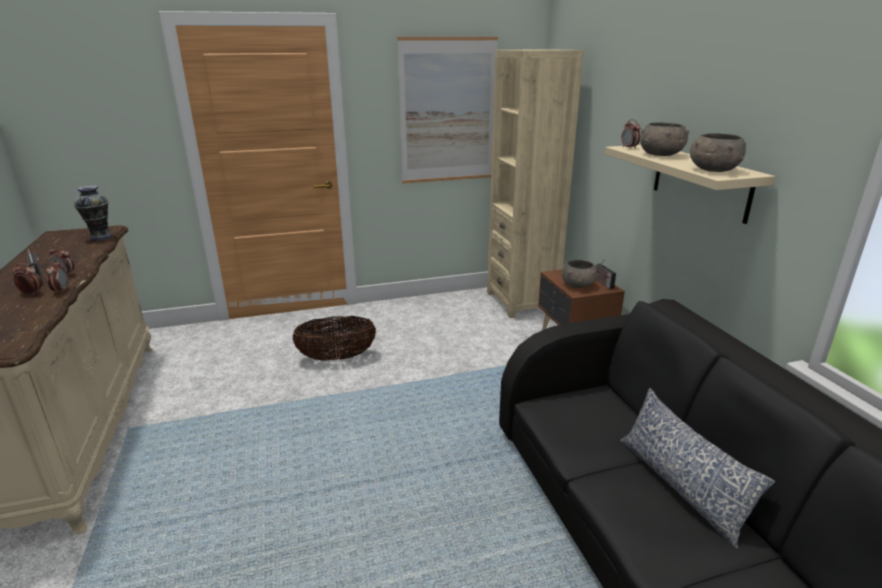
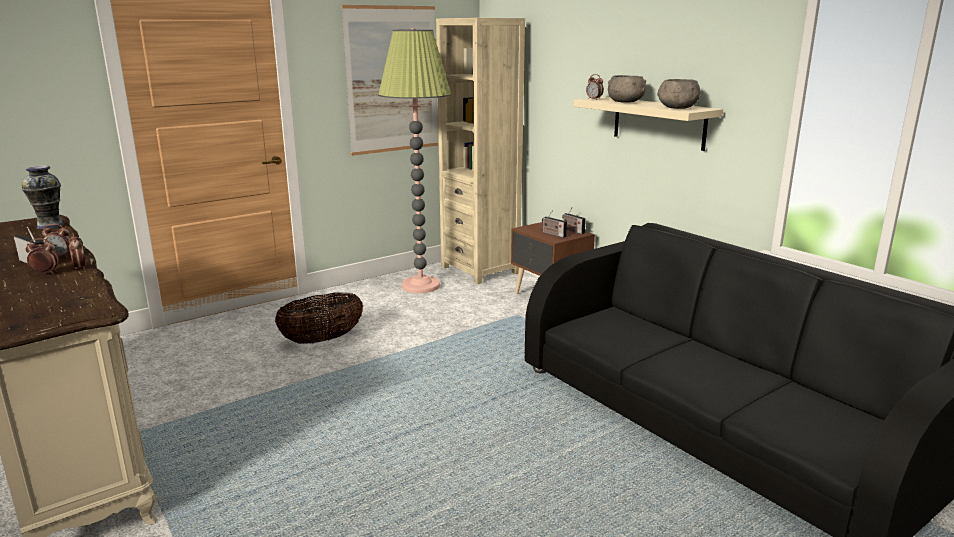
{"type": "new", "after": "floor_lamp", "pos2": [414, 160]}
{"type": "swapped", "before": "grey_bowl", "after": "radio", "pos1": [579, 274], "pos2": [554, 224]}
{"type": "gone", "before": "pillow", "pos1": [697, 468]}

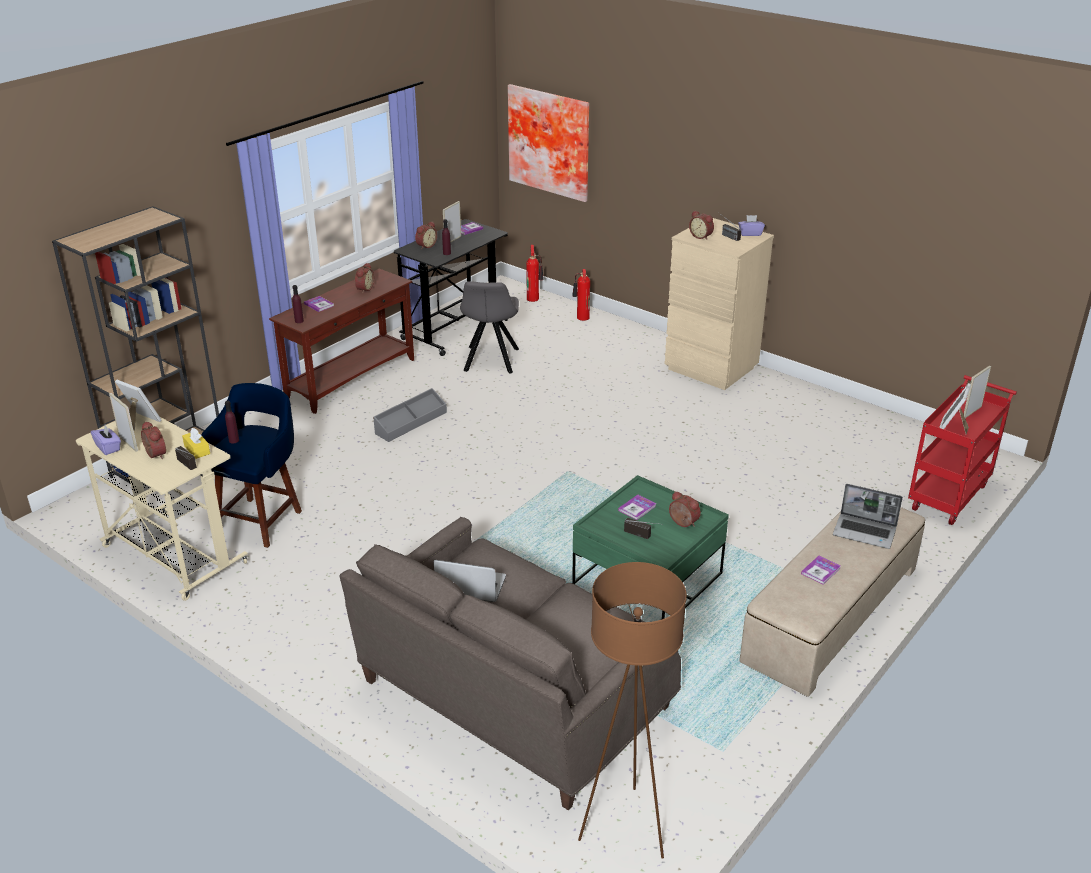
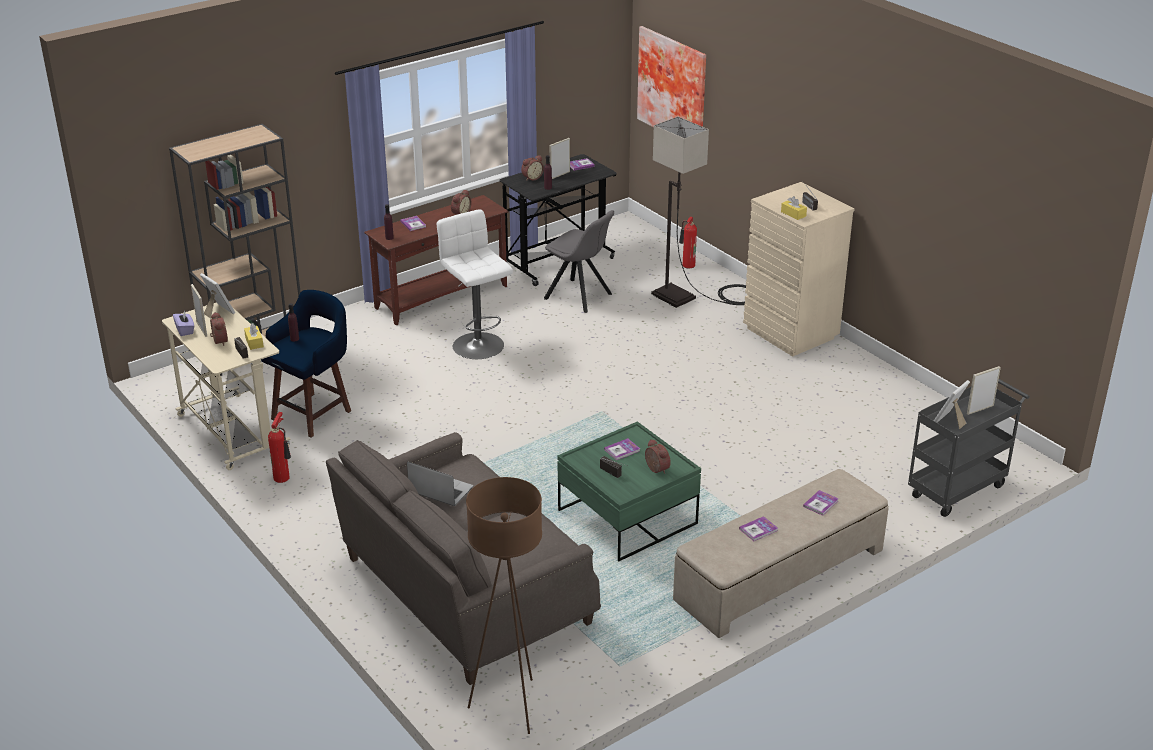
{"type": "shifted", "before": "fire_extinguisher", "pos1": [535, 273], "pos2": [279, 447]}
{"type": "swapped", "before": "grey_storage_box", "after": "white_stool", "pos1": [410, 415], "pos2": [475, 284]}
{"type": "rotated", "before": "grey_chair", "pos1": [489, 327], "pos2": [579, 261], "turn": -75}
{"type": "new", "after": "floor_lamp", "pos2": [698, 212]}
{"type": "new", "after": "yellow_tissue_box", "pos2": [794, 208]}
{"type": "swapped", "before": "laptop", "after": "book", "pos1": [868, 516], "pos2": [821, 503]}
{"type": "repainted", "before": "red_cart", "after": "grey_cart", "pos1": [962, 450], "pos2": [969, 448]}
{"type": "gone", "before": "alarm_clock", "pos1": [701, 225]}
{"type": "gone", "before": "purple_tissue_box", "pos1": [751, 225]}

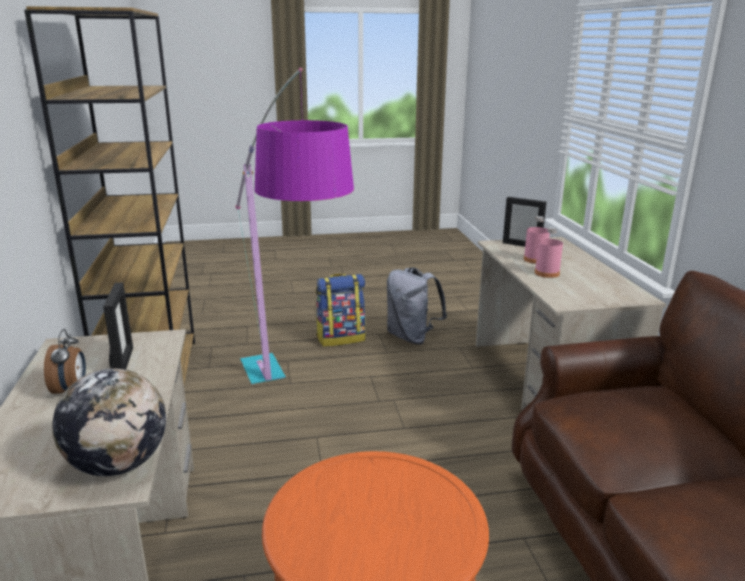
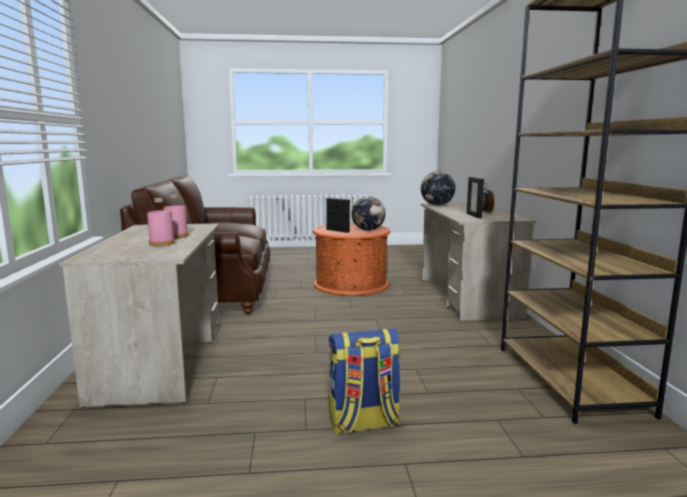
{"type": "shifted", "before": "picture_frame", "pos1": [525, 222], "pos2": [338, 215]}
{"type": "new", "after": "globe", "pos2": [368, 214]}
{"type": "gone", "before": "floor_lamp", "pos1": [294, 226]}
{"type": "gone", "before": "grey_backpack", "pos1": [417, 306]}

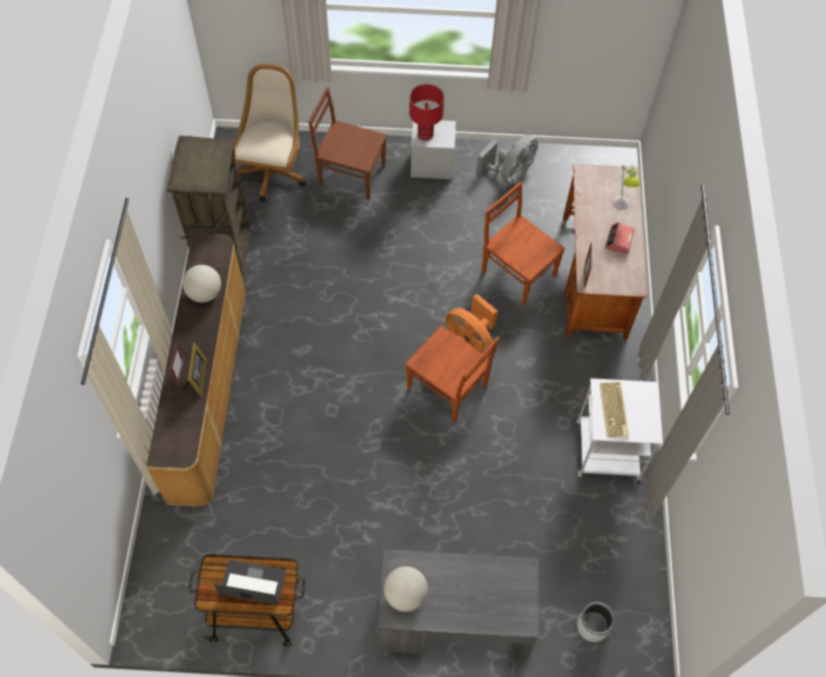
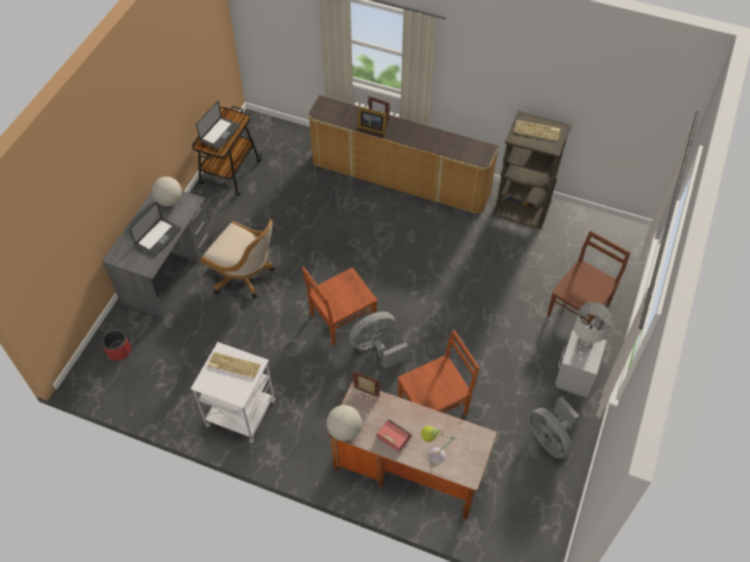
{"type": "repainted", "before": "grey_planter", "after": "red_planter", "pos1": [596, 622], "pos2": [116, 344]}
{"type": "new", "after": "laptop", "pos2": [155, 229]}
{"type": "shifted", "before": "office_chair", "pos1": [269, 132], "pos2": [237, 258]}
{"type": "shifted", "before": "globe", "pos1": [202, 284], "pos2": [344, 423]}
{"type": "repainted", "before": "orange_fan", "after": "grey_fan", "pos1": [471, 323], "pos2": [378, 340]}
{"type": "new", "after": "keyboard", "pos2": [537, 130]}
{"type": "repainted", "before": "red_table_lamp", "after": "white_table_lamp", "pos1": [426, 112], "pos2": [593, 326]}

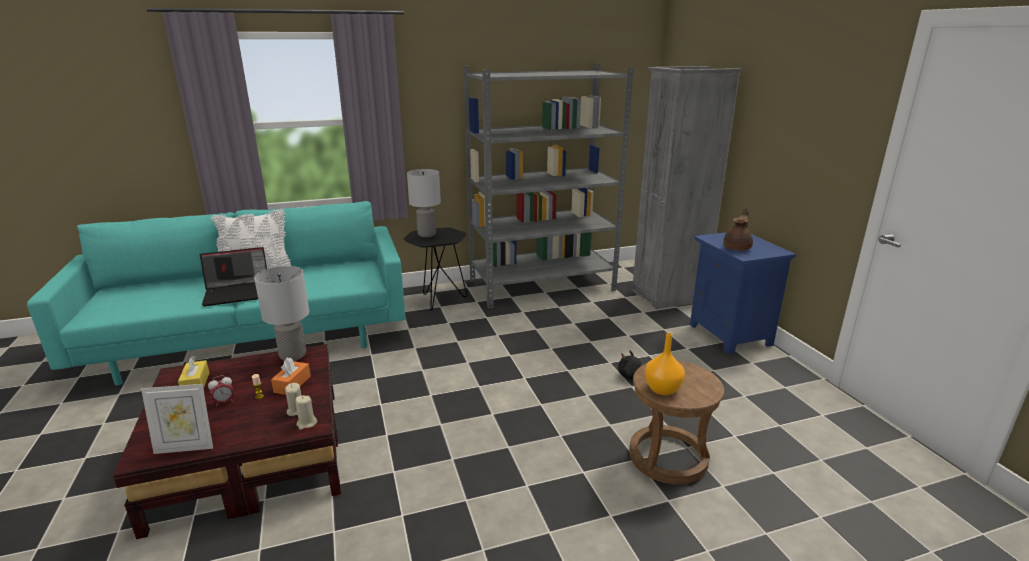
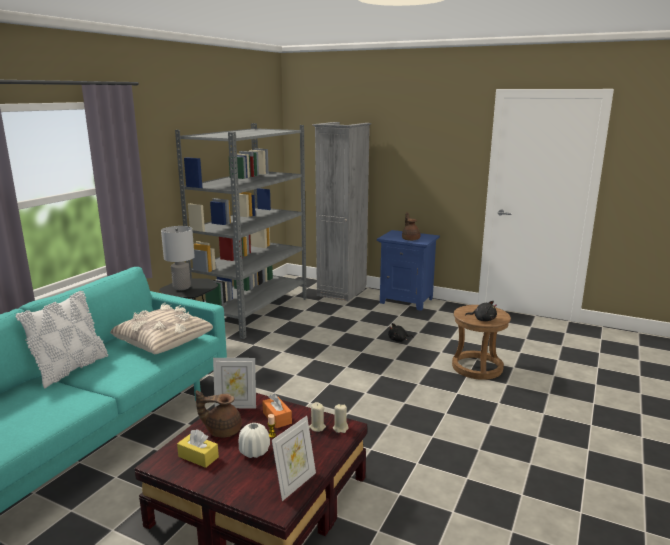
{"type": "new", "after": "beige_pillow", "pos2": [161, 328]}
{"type": "new", "after": "brown_teapot", "pos2": [218, 413]}
{"type": "swapped", "before": "grey_table_lamp", "after": "picture_frame", "pos1": [281, 313], "pos2": [234, 383]}
{"type": "swapped", "before": "alarm_clock", "after": "white_vase", "pos1": [221, 391], "pos2": [254, 440]}
{"type": "swapped", "before": "orange_vase", "after": "black_plush_toy", "pos1": [665, 364], "pos2": [481, 311]}
{"type": "gone", "before": "laptop", "pos1": [233, 276]}

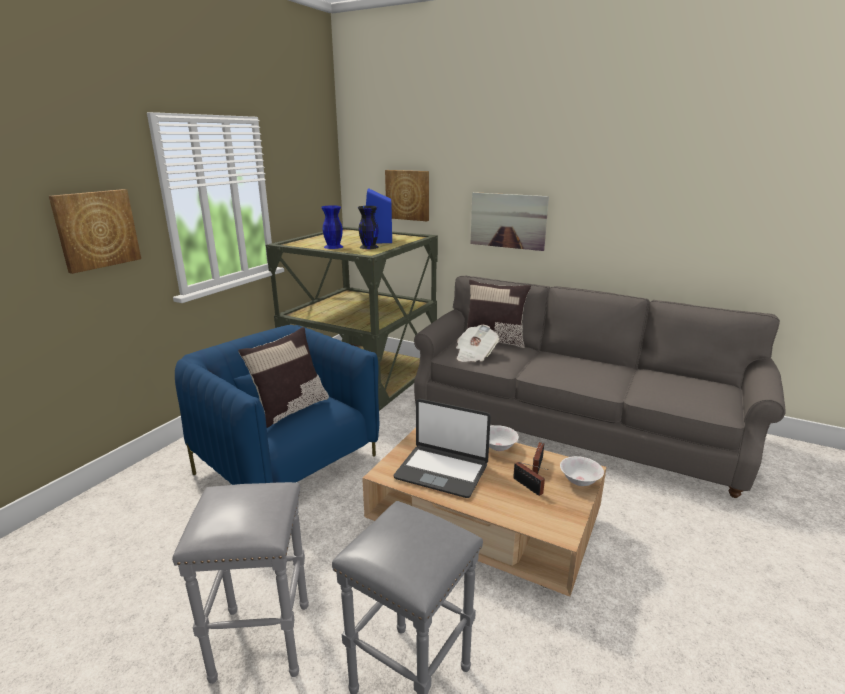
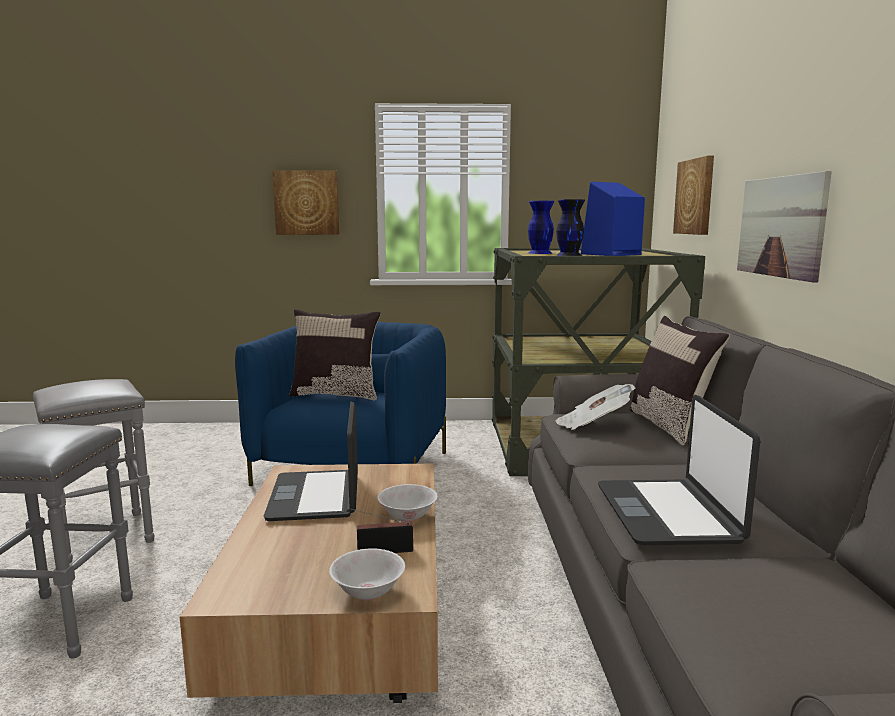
{"type": "new", "after": "laptop", "pos2": [679, 470]}
{"type": "gone", "before": "radio", "pos1": [531, 479]}

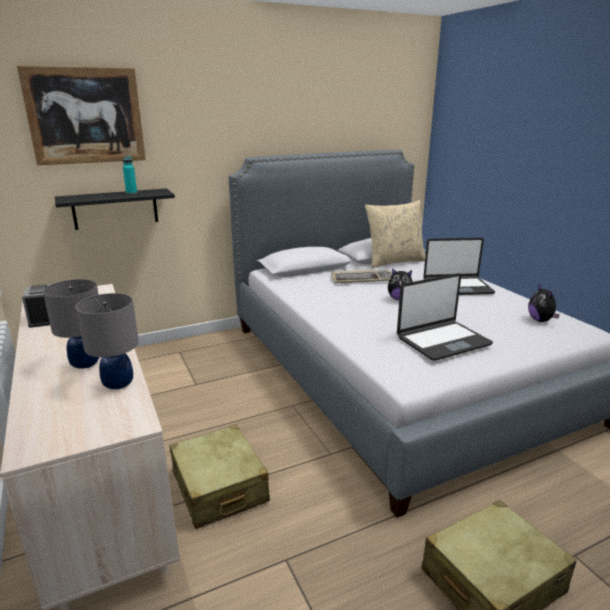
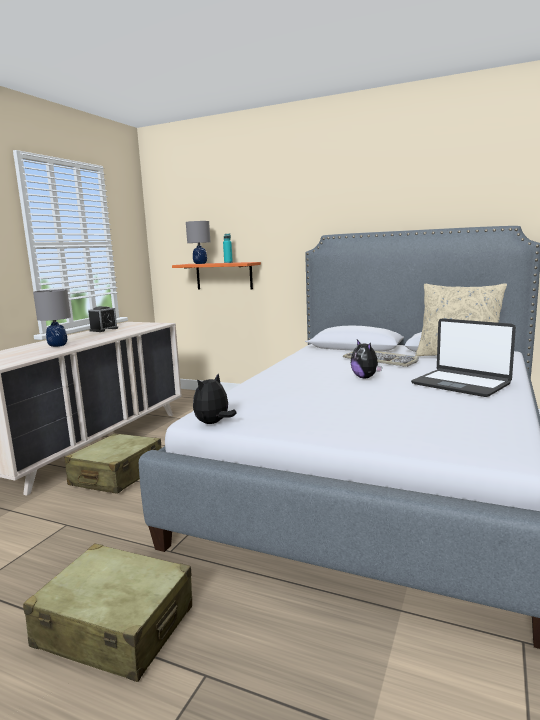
{"type": "repainted", "before": "black_shelf", "after": "orange_shelf", "pos1": [115, 209], "pos2": [216, 276]}
{"type": "shifted", "before": "grey_table_lamp", "pos1": [107, 341], "pos2": [198, 242]}
{"type": "shifted", "before": "plush_toy", "pos1": [544, 303], "pos2": [215, 399]}
{"type": "gone", "before": "picture", "pos1": [81, 115]}
{"type": "gone", "before": "laptop", "pos1": [445, 317]}

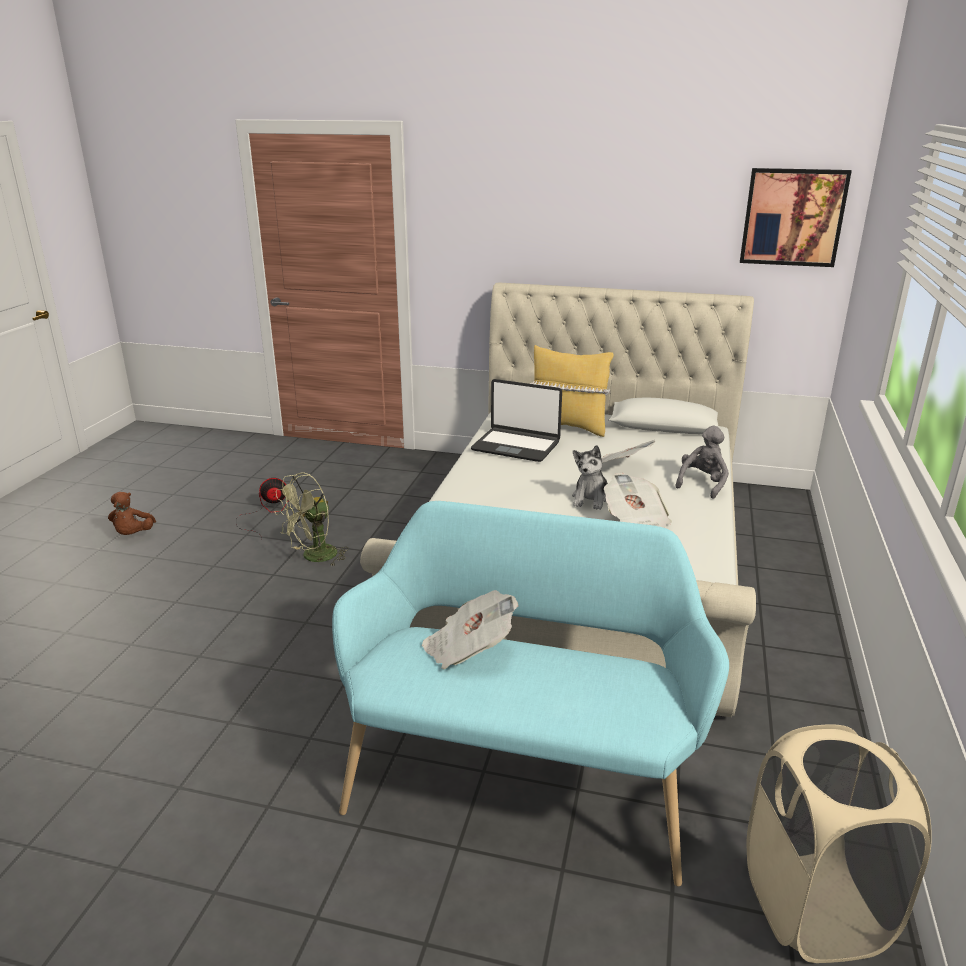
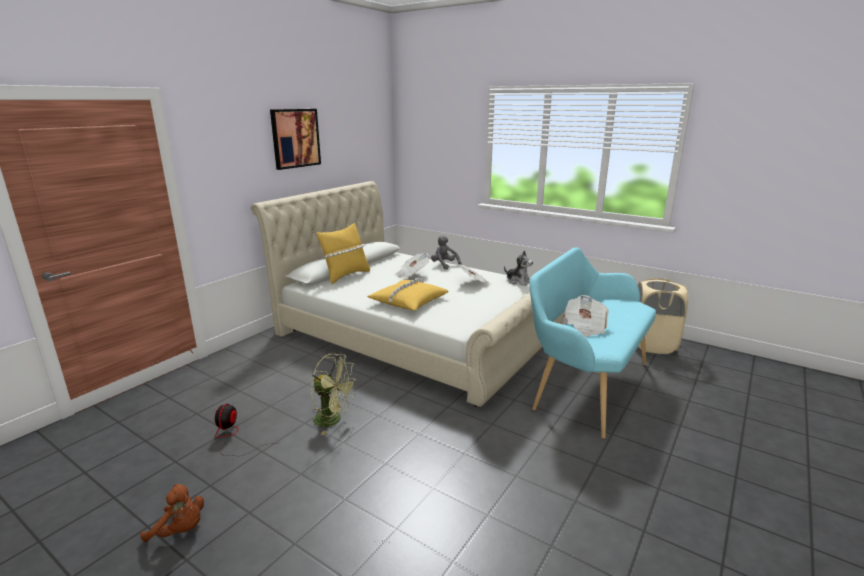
{"type": "shifted", "before": "picture", "pos1": [796, 217], "pos2": [295, 139]}
{"type": "rotated", "before": "green_fan", "pos1": [311, 519], "pos2": [334, 394], "turn": -45}
{"type": "new", "after": "yellow_pillow", "pos2": [408, 294]}
{"type": "shifted", "before": "plush_toy", "pos1": [590, 477], "pos2": [518, 268]}
{"type": "gone", "before": "laptop", "pos1": [516, 420]}

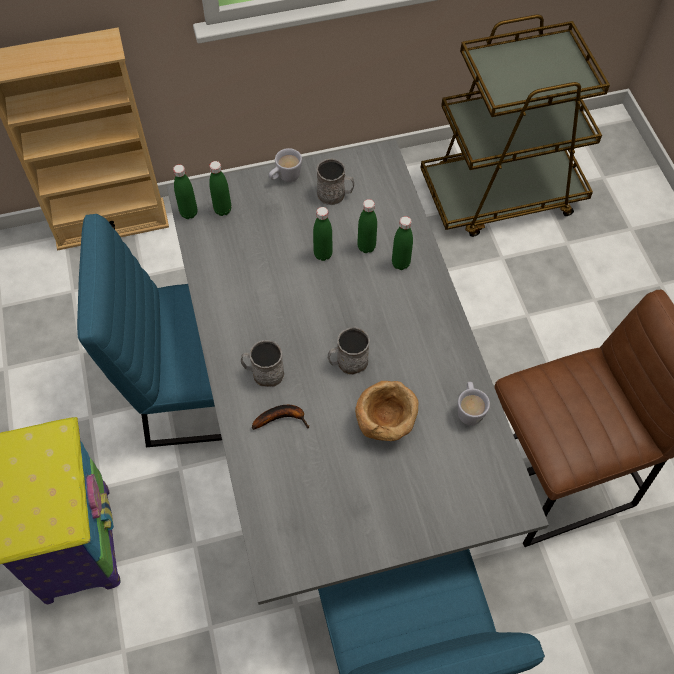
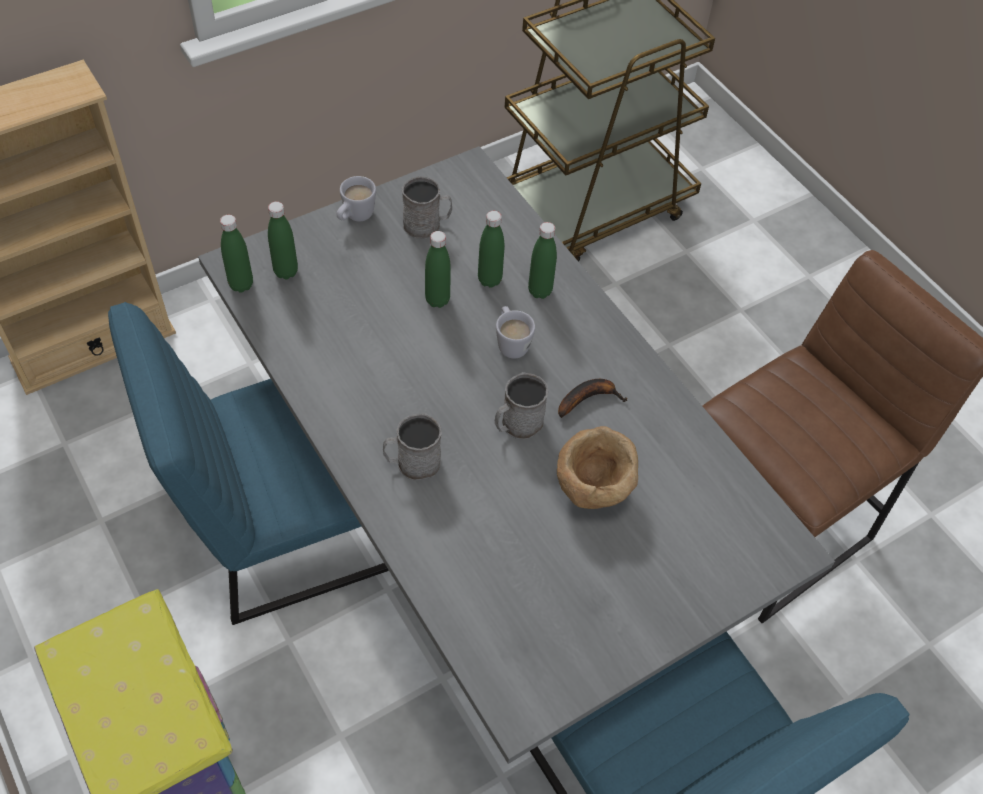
{"type": "shifted", "before": "white_mug", "pos1": [474, 404], "pos2": [515, 332]}
{"type": "shifted", "before": "banana", "pos1": [280, 417], "pos2": [592, 398]}

